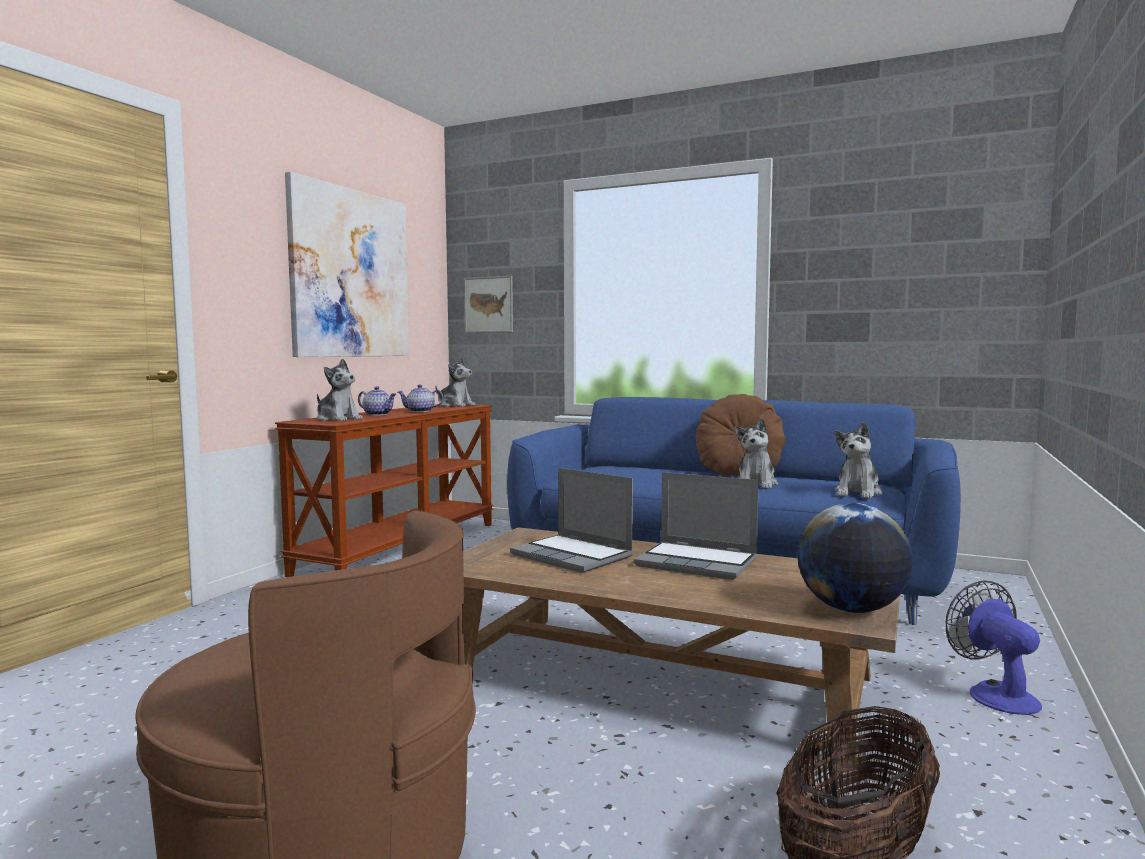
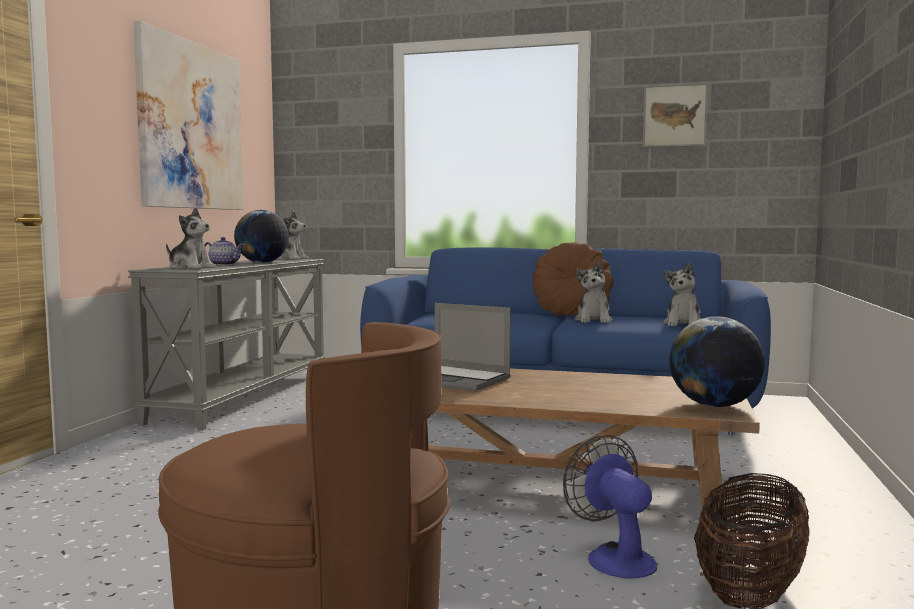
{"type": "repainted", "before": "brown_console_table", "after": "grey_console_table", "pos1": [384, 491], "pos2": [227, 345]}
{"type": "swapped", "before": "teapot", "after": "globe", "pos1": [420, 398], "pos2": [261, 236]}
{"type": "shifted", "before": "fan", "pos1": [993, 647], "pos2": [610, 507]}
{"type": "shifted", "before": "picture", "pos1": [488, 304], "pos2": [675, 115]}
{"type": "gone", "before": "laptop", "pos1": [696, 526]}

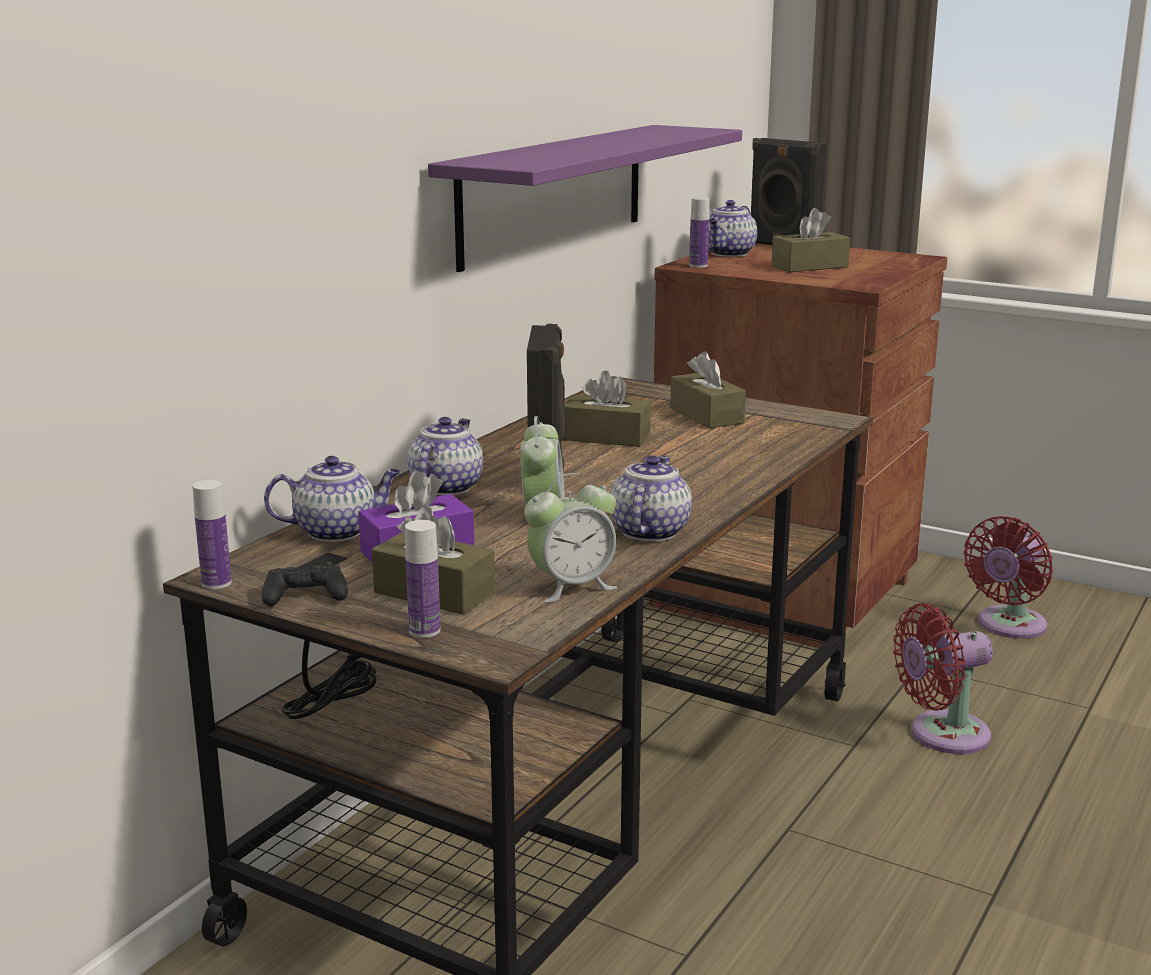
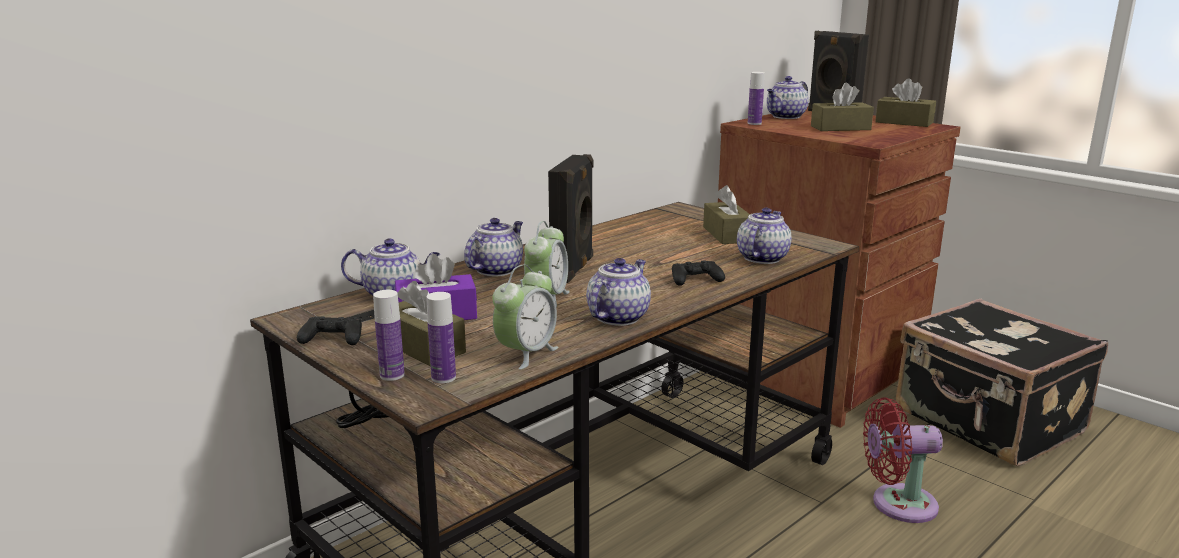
{"type": "shifted", "before": "bottle", "pos1": [212, 534], "pos2": [441, 337]}
{"type": "rotated", "before": "alarm_clock", "pos1": [570, 538], "pos2": [525, 317], "turn": -45}
{"type": "new", "after": "black_game_controller", "pos2": [698, 272]}
{"type": "new", "after": "teapot", "pos2": [764, 236]}
{"type": "shifted", "before": "brown_tissue_box", "pos1": [607, 409], "pos2": [905, 102]}
{"type": "swapped", "before": "red_fan", "after": "black_suitcase", "pos1": [1008, 577], "pos2": [1001, 383]}
{"type": "gone", "before": "purple_shelf", "pos1": [585, 198]}

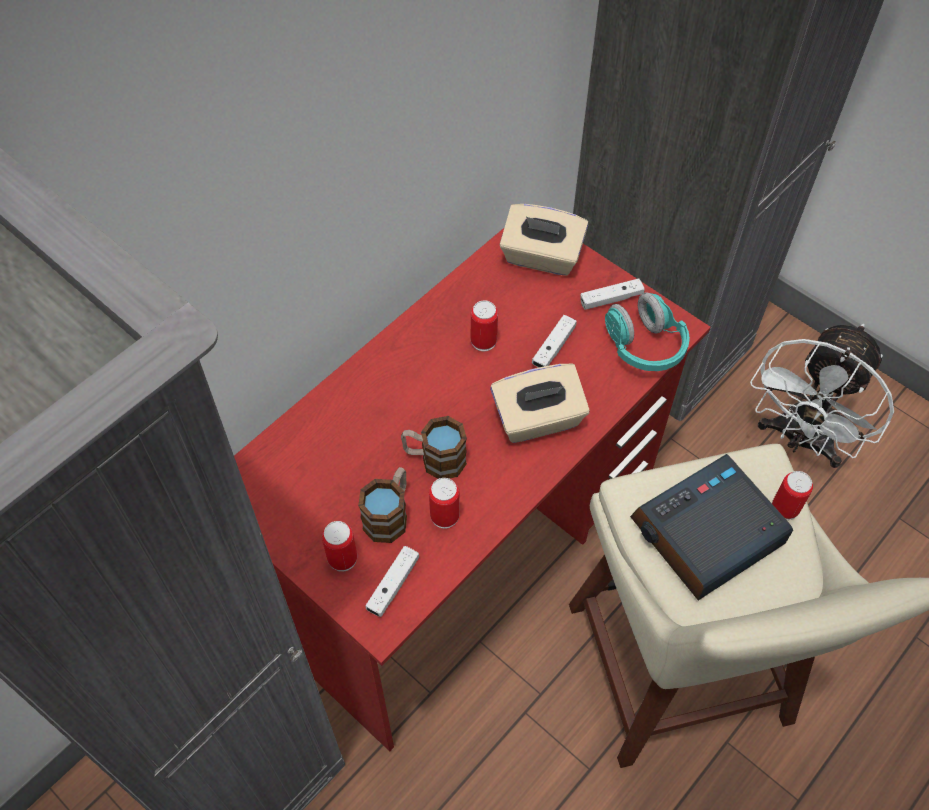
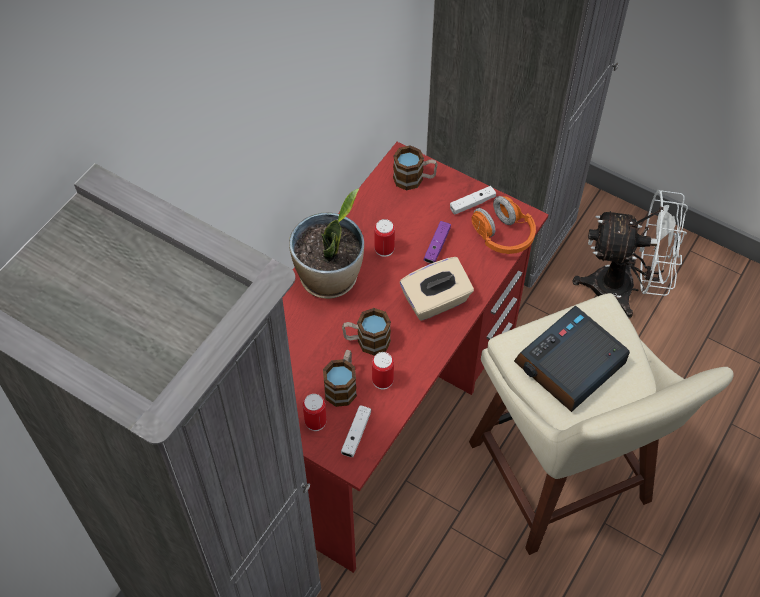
{"type": "new", "after": "potted_plant", "pos2": [326, 244]}
{"type": "swapped", "before": "beige_tissue_box", "after": "mug", "pos1": [543, 240], "pos2": [415, 168]}
{"type": "repainted", "before": "white_game_controller", "after": "purple_game_controller", "pos1": [554, 341], "pos2": [437, 242]}
{"type": "repainted", "before": "turquoise_headphones", "after": "orange_headphones", "pos1": [647, 331], "pos2": [503, 225]}
{"type": "rotated", "before": "white_fan", "pos1": [822, 396], "pos2": [630, 254], "turn": -105}
{"type": "gone", "before": "can", "pos1": [792, 495]}

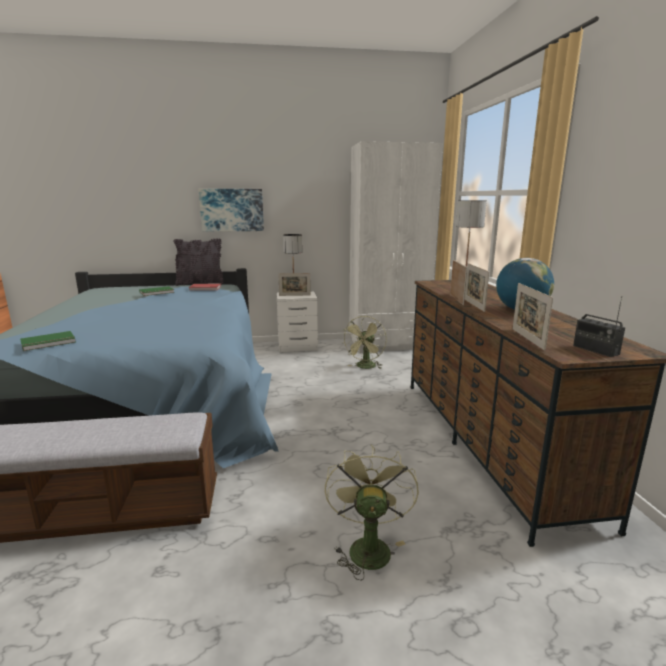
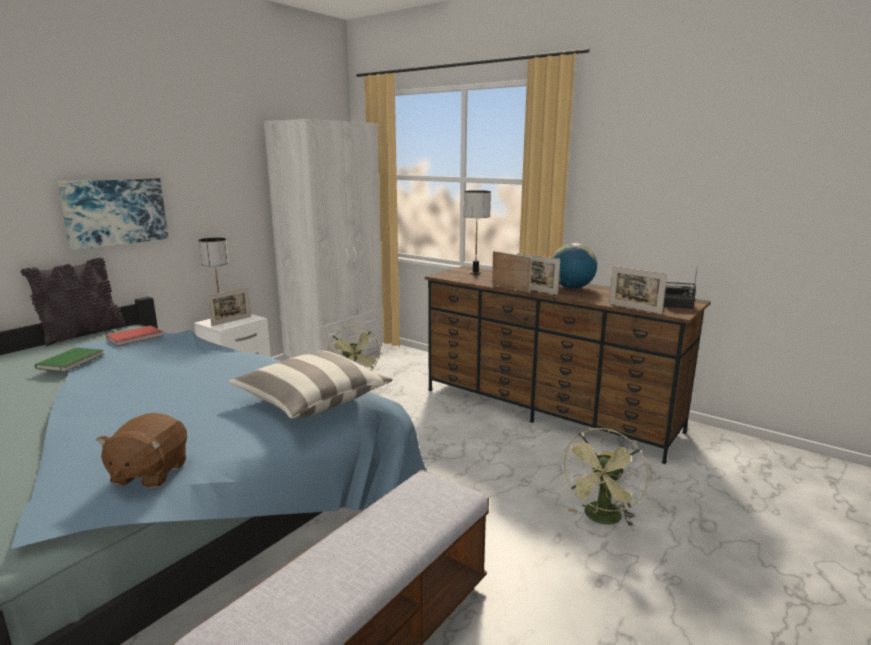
{"type": "swapped", "before": "green_book", "after": "brown_plush_toy", "pos1": [48, 341], "pos2": [141, 450]}
{"type": "new", "after": "pillow", "pos2": [310, 385]}
{"type": "rotated", "before": "green_fan", "pos1": [372, 512], "pos2": [604, 477], "turn": -105}

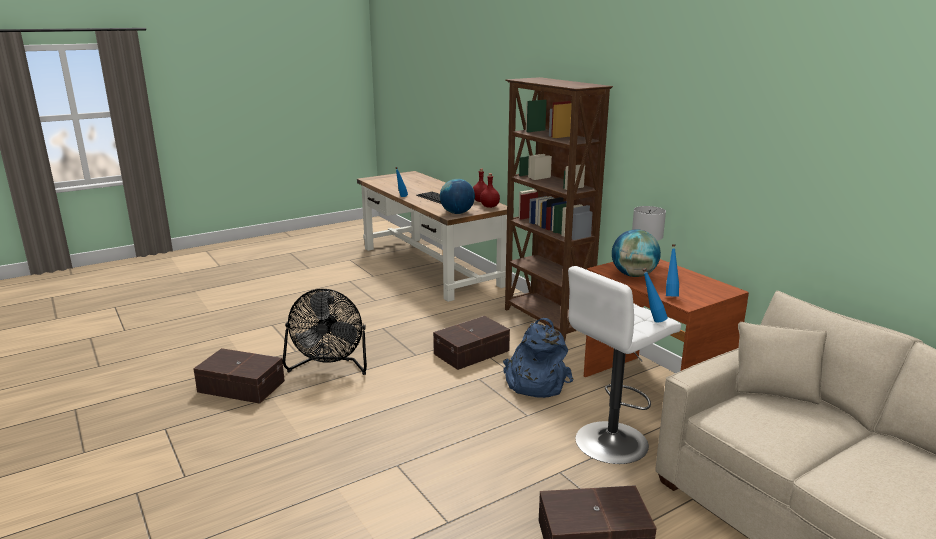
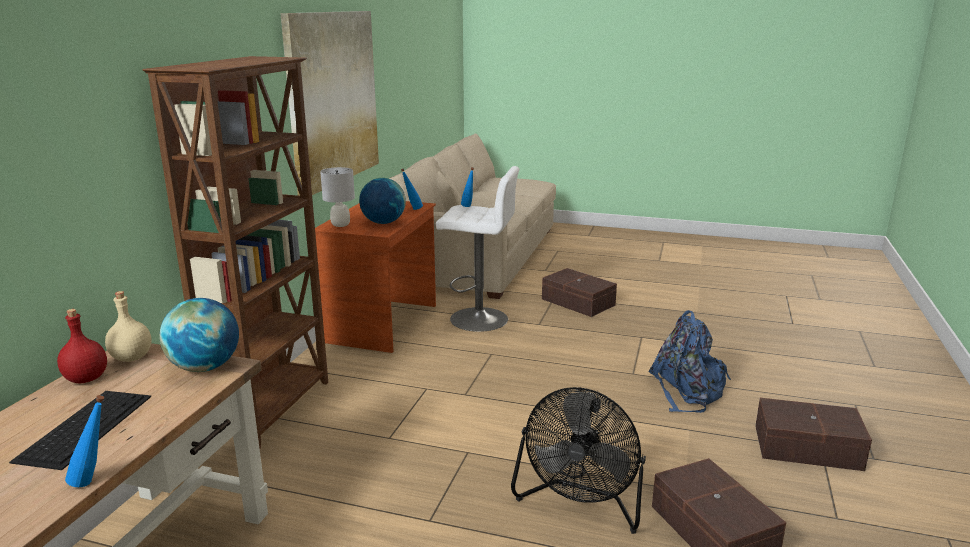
{"type": "repainted", "before": "red_bottle", "after": "beige_bottle", "pos1": [490, 190], "pos2": [128, 326]}
{"type": "new", "after": "picture", "pos2": [330, 103]}
{"type": "rotated", "before": "black_fan", "pos1": [324, 332], "pos2": [578, 460], "turn": 150}
{"type": "shifted", "before": "blue_backpack", "pos1": [538, 358], "pos2": [690, 361]}
{"type": "shifted", "before": "brown_storage_box", "pos1": [471, 343], "pos2": [813, 434]}

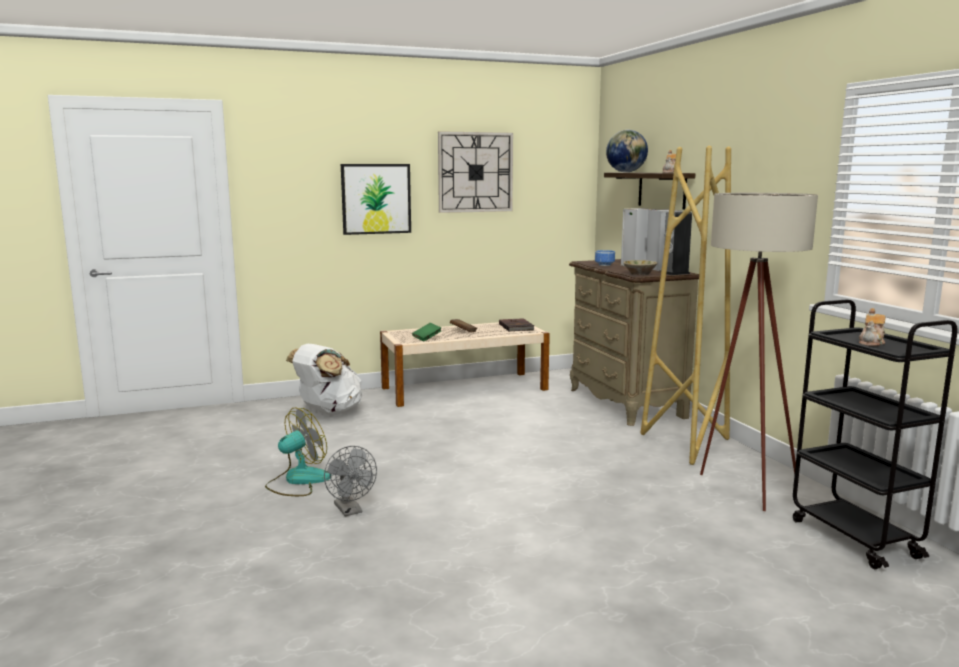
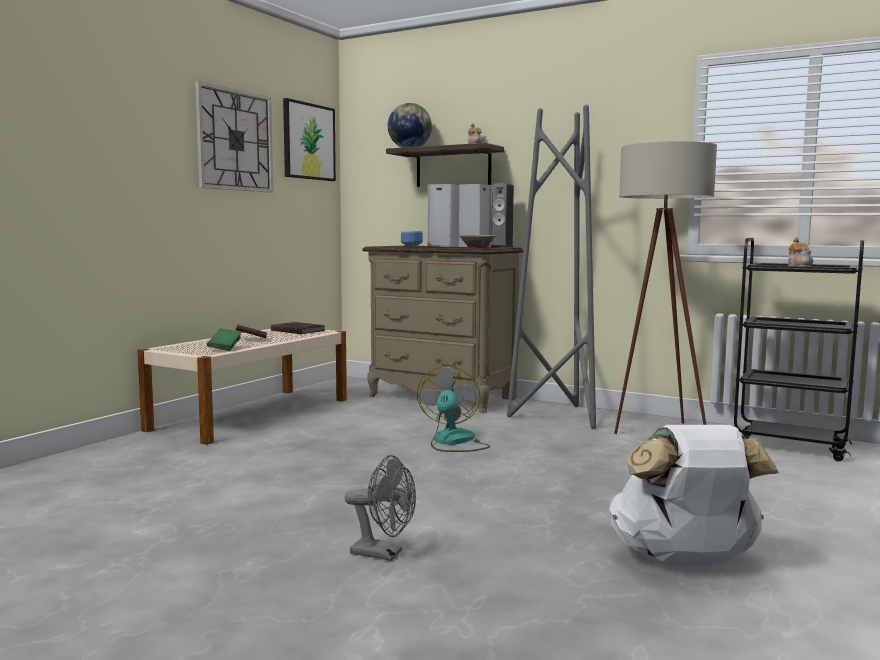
{"type": "shifted", "before": "picture", "pos1": [376, 199], "pos2": [309, 139]}
{"type": "shifted", "before": "fan", "pos1": [298, 452], "pos2": [453, 409]}
{"type": "repainted", "before": "yellow_clothes_rack", "after": "grey_clothes_rack", "pos1": [686, 305], "pos2": [551, 267]}
{"type": "shifted", "before": "white_backpack", "pos1": [324, 379], "pos2": [694, 495]}

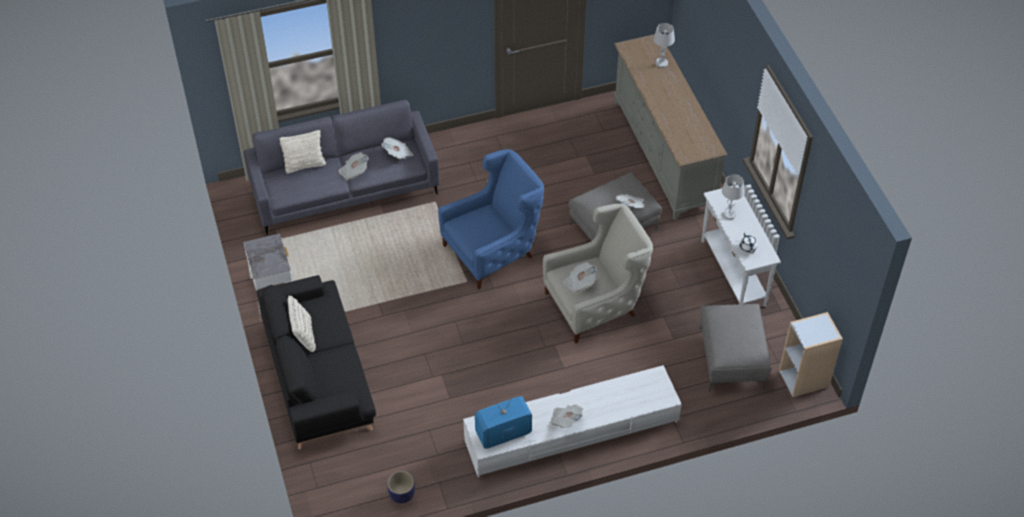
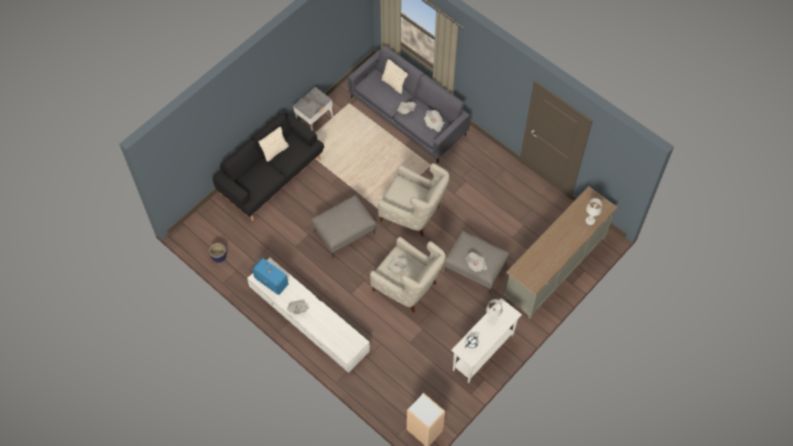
{"type": "shifted", "before": "grey_ottoman", "pos1": [735, 348], "pos2": [344, 226]}
{"type": "repainted", "before": "blue_armchair", "after": "beige_armchair", "pos1": [491, 219], "pos2": [414, 199]}

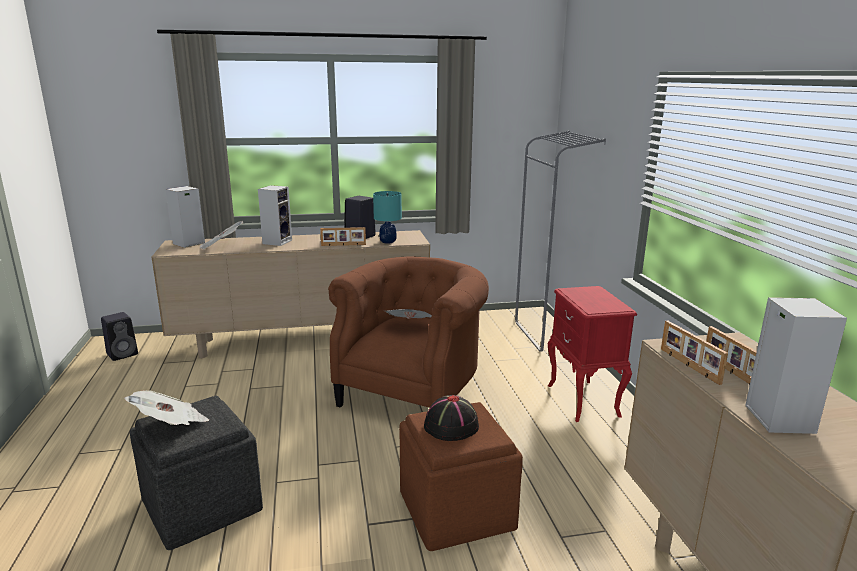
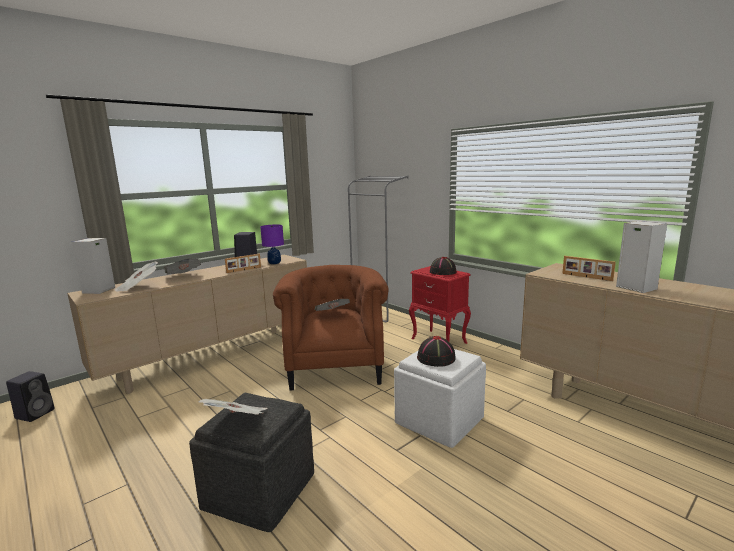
{"type": "swapped", "before": "speaker", "after": "newspaper", "pos1": [275, 215], "pos2": [182, 266]}
{"type": "repainted", "before": "turquoise_table_lamp", "after": "purple_table_lamp", "pos1": [387, 217], "pos2": [272, 244]}
{"type": "repainted", "before": "brown_ottoman", "after": "white_ottoman", "pos1": [461, 476], "pos2": [440, 398]}
{"type": "new", "after": "black_hat", "pos2": [443, 266]}
{"type": "gone", "before": "picture_frame", "pos1": [694, 352]}

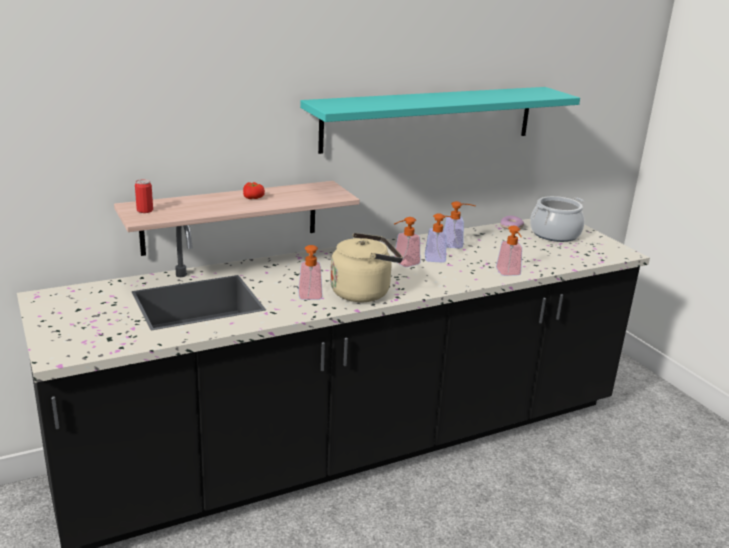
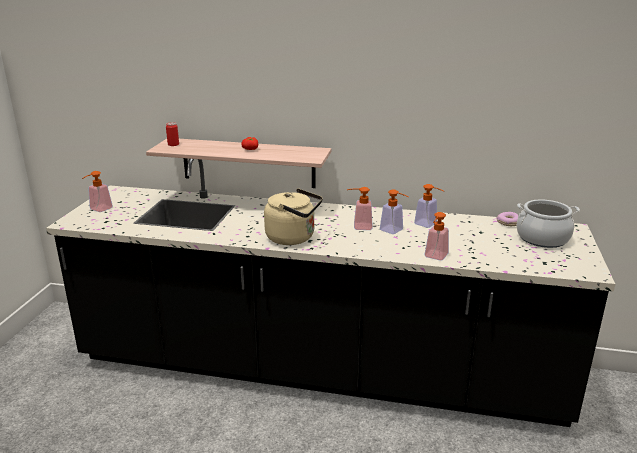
{"type": "shifted", "before": "soap_dispenser", "pos1": [310, 272], "pos2": [97, 191]}
{"type": "gone", "before": "turquoise_shelf", "pos1": [440, 120]}

